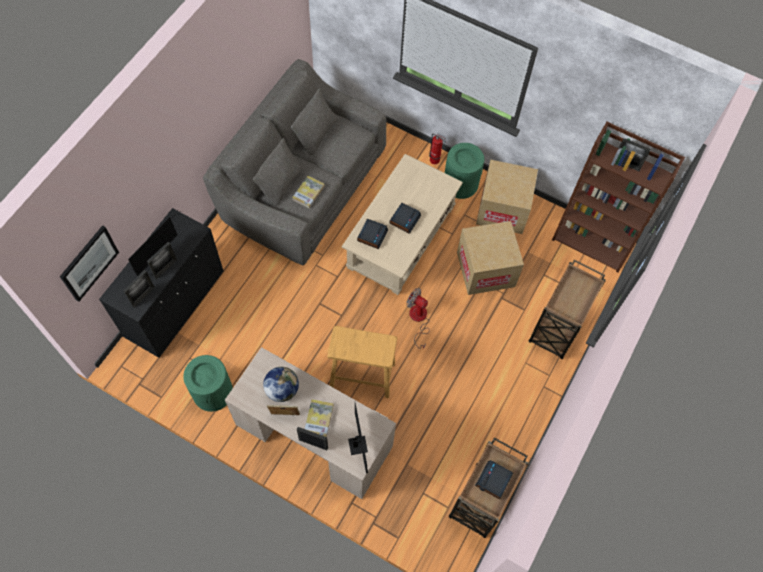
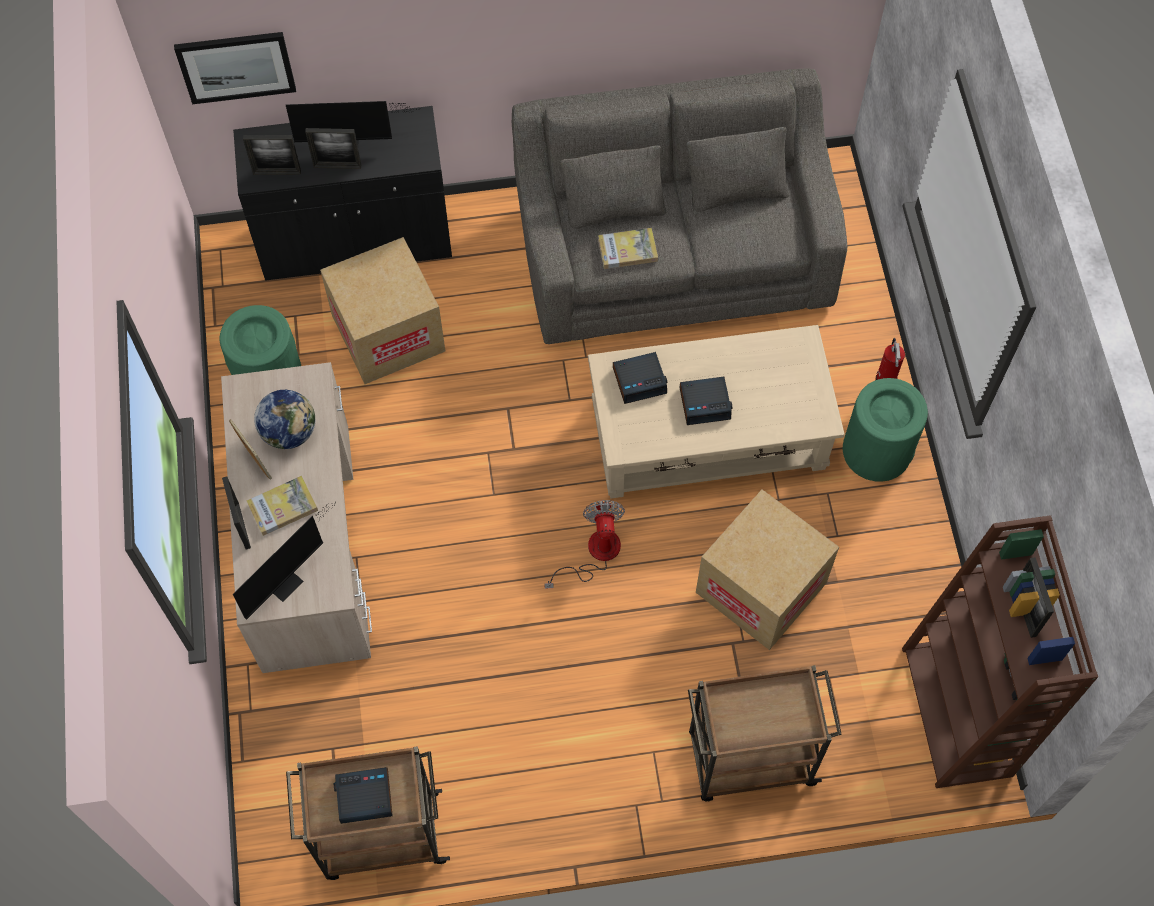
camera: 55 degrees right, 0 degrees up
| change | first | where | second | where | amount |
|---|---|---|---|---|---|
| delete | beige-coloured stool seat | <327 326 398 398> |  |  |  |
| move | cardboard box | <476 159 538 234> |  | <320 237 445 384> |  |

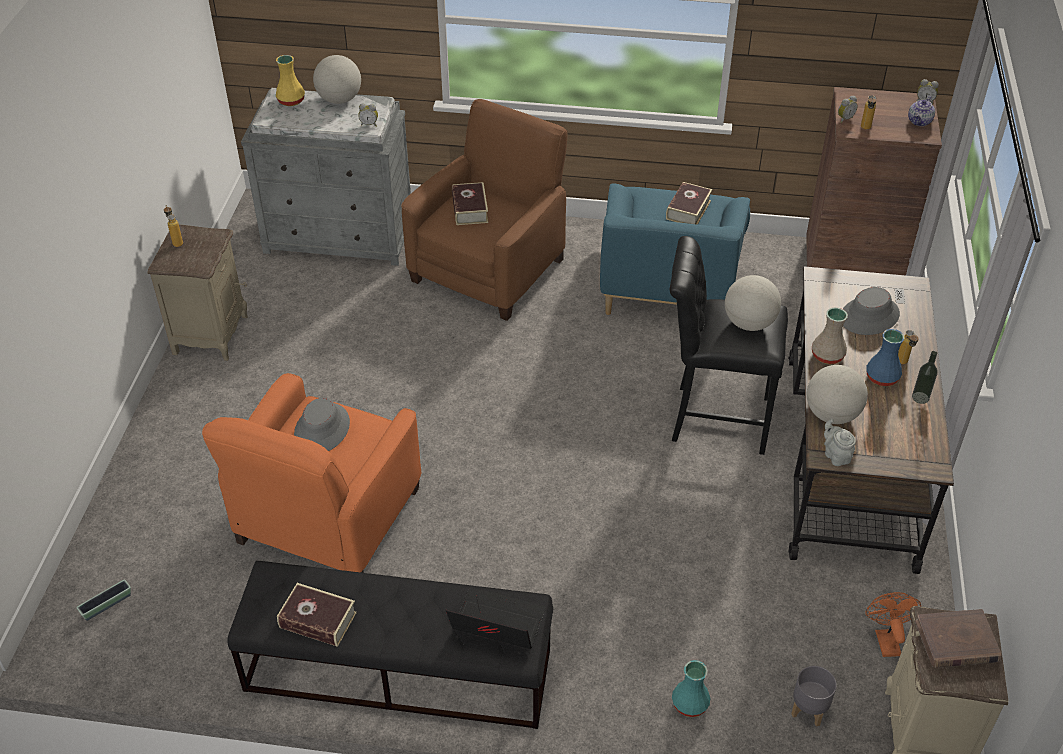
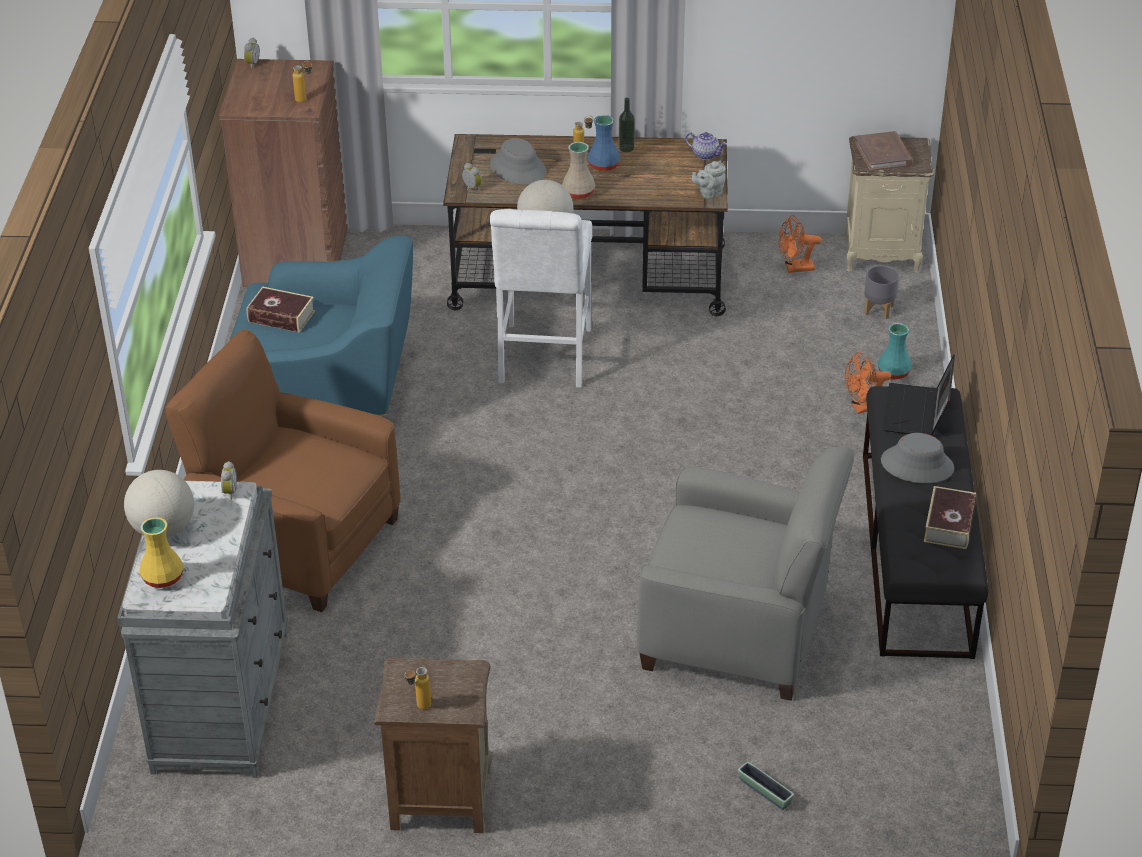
camera: 95 degrees left, 5 degrees down
| change | first | where | second | where | amount |
|---|---|---|---|---|---|
| delete | bound book | <452 182 488 225> |  |  |  |
| delete | globe | <807 365 868 424> |  |  |  |
| insert |  |  | orangey fan | <845 352 891 414> |  |
| move | flower pot | <76 580 131 621> |  | <738 762 794 810> |  |
| move | grey wearable hat | <294 398 350 451> |  | <881 433 954 484> |  |
| move | alarm clock | <838 96 857 123> |  | <462 163 482 191> |  |
| move | tea pot | <908 96 935 126> |  | <685 132 727 160> |  |
| recolor | orangey armchair | <202 373 421 573> | grey armchair | <637 446 854 701> |  |
| recolor | blackish stool seat | <670 236 788 455> | white stool seat | <490 209 592 388> |  |

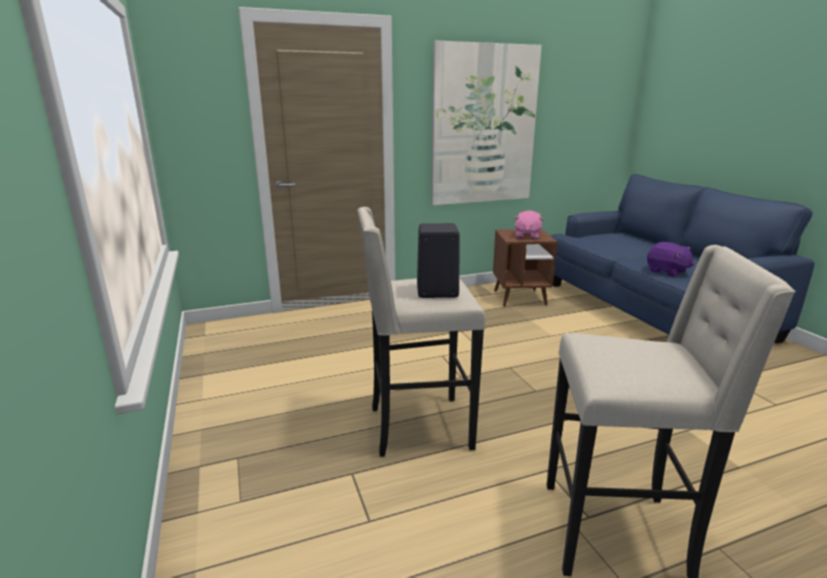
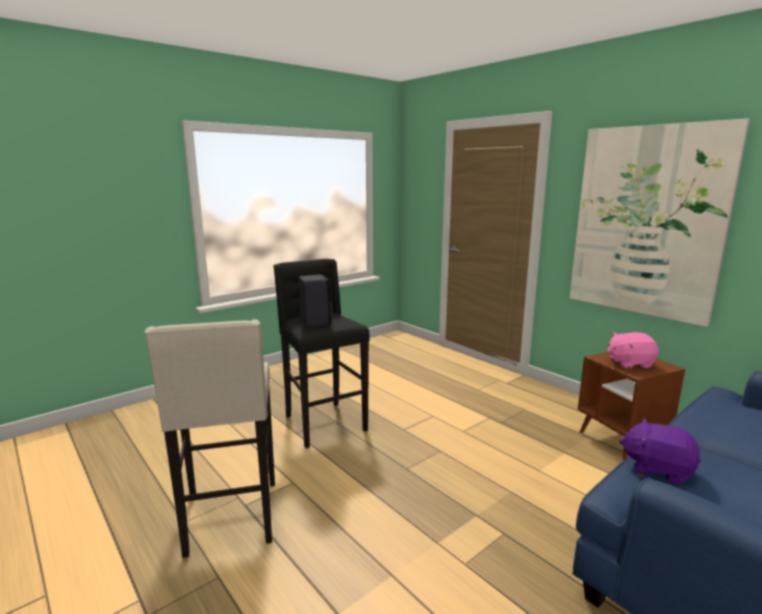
camera: 70 degrees right, 5 degrees down
| change | first | where | second | where | amount |
|---|---|---|---|---|---|
| recolor | beige-coloured stool seat | <357 207 485 457> | blackish stool seat | <274 259 370 448> |  |
| rotate | purple plush toy | <647 242 694 277> |  | <619 418 701 485> | 90 degrees clockwise |

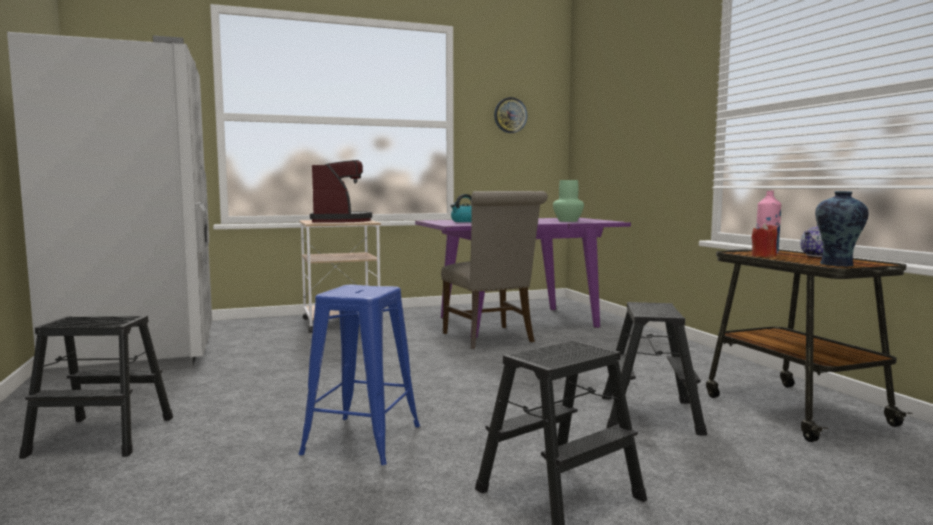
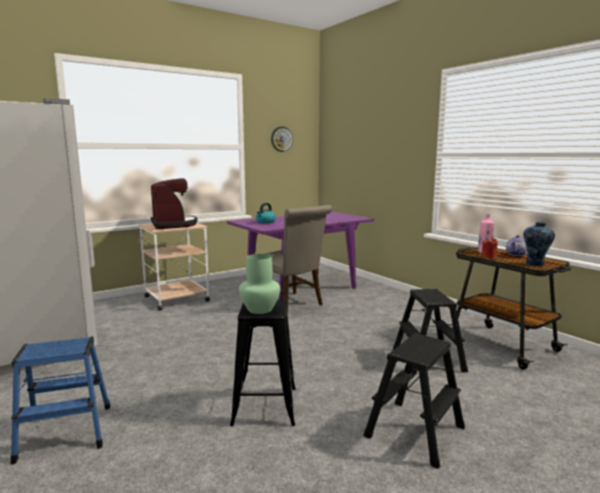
camera: 15 degrees left, 5 degrees up
| change | first | where | second | where | amount |
|---|---|---|---|---|---|
| move | green-coloured decorative vase | <553 180 584 222> |  | <239 254 280 314> |  |
| recolor | blackish stepladder | <19 316 173 459> | blue stepladder | <10 336 111 465> |  |
| recolor | blue stool seat | <299 285 420 465> | blackish stool seat | <230 300 296 426> |  |

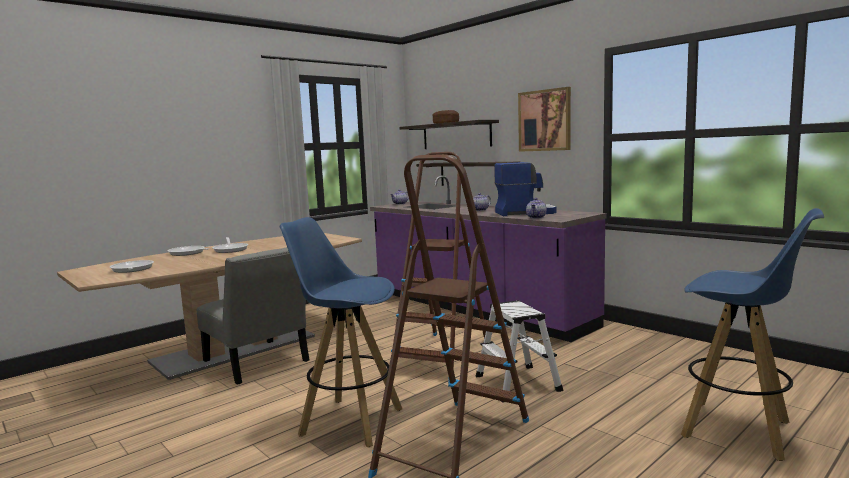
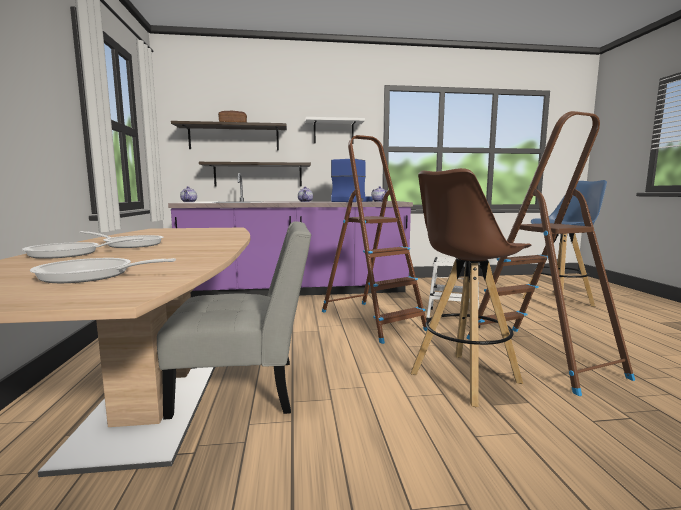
camera: 55 degrees left, 0 degrees up
| change | first | where | second | where | amount |
|---|---|---|---|---|---|
| replace | picture | <518 87 571 152> | white bracket shelf | <305 117 365 144> |  |
| recolor | blue stool seat | <280 217 403 447> | brown stool seat | <411 168 531 407> |  |

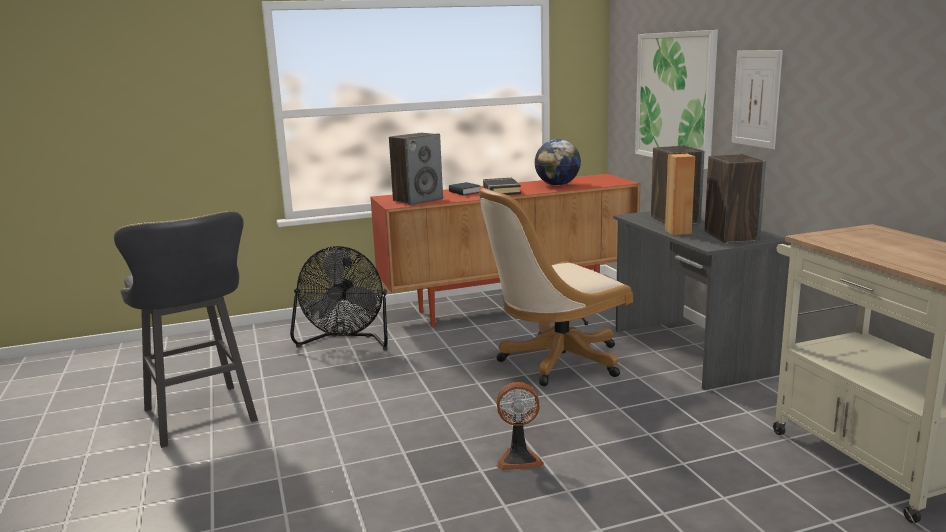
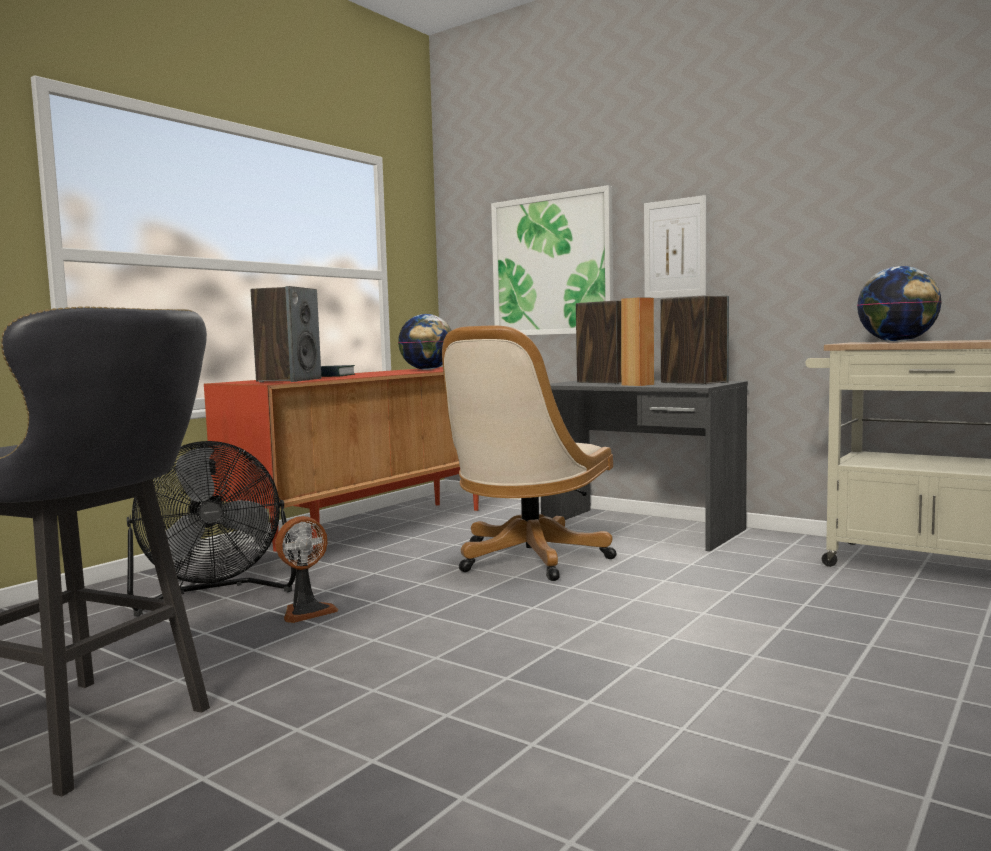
camera: 35 degrees left, 10 degrees down
| change | first | where | second | where | amount |
|---|---|---|---|---|---|
| delete | blackish bound book | <483 178 521 195> |  |  |  |
| insert |  |  | globe | <857 266 942 342> |  |
| move | fan | <496 382 544 470> |  | <276 516 338 623> |  |

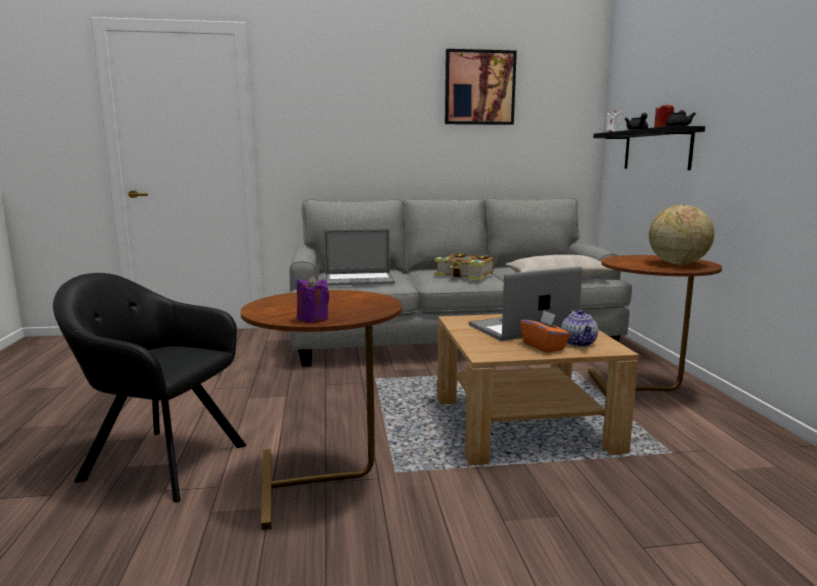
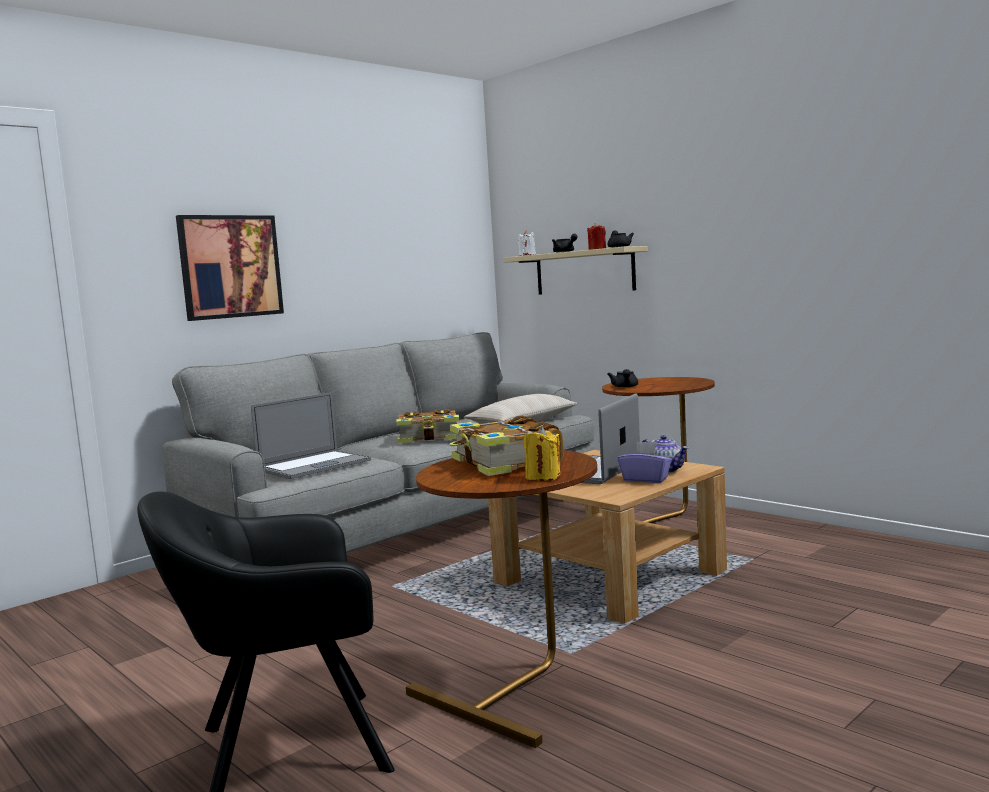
camera: 35 degrees left, 5 degrees down
| change | first | where | second | where | amount |
|---|---|---|---|---|---|
| delete | globe | <649 205 714 265> |  |  |  |
| insert |  |  | bound book | <449 416 564 476> |  |
| insert |  |  | blackish tea pot | <607 369 638 388> |  |
| move | picture | <445 49 517 125> |  | <176 215 284 321> |  |
| recolor | purple candle | <297 275 330 323> | yellow candle | <523 426 560 481> |  |
| recolor | orangey tissue box | <520 311 570 353> | purple tissue box | <618 442 672 483> |  |
| recolor | blackish bracket shelf | <593 126 705 170> | beige-coloured bracket shelf | <503 246 648 295> |  |

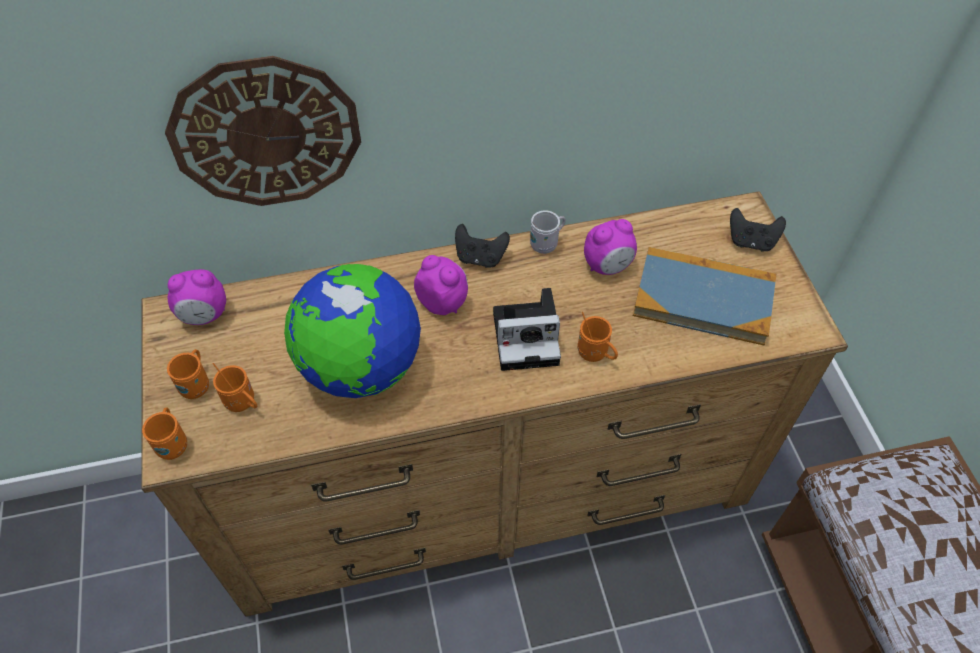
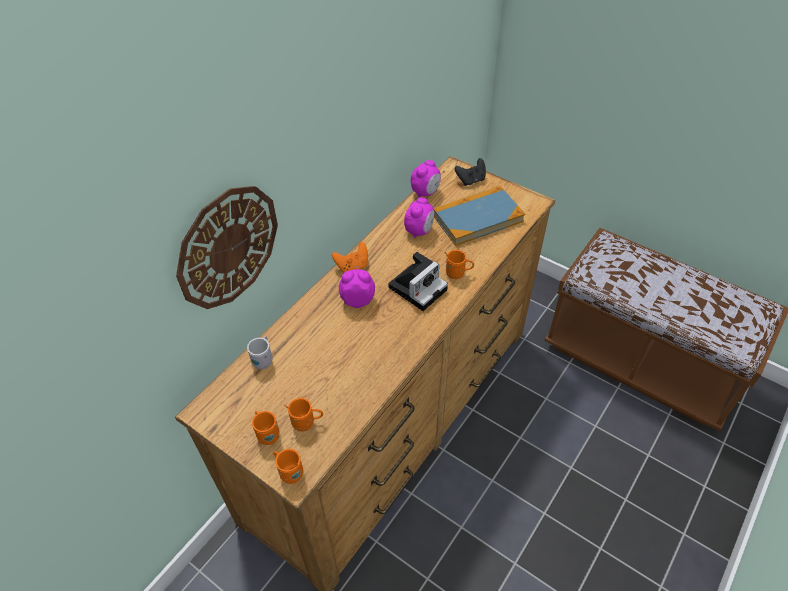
camera: 40 degrees left, 5 degrees down
| change | first | where | second | where | amount |
|---|---|---|---|---|---|
| delete | globe | <284 264 421 398> |  |  |  |
| move | alarm clock | <168 269 226 325> |  | <411 160 441 198> |  |
| move | white mug | <530 210 566 254> |  | <247 336 272 369> |  |
| recolor | blackish game controller | <455 224 510 268> | orangey game controller | <332 242 368 272> |  |

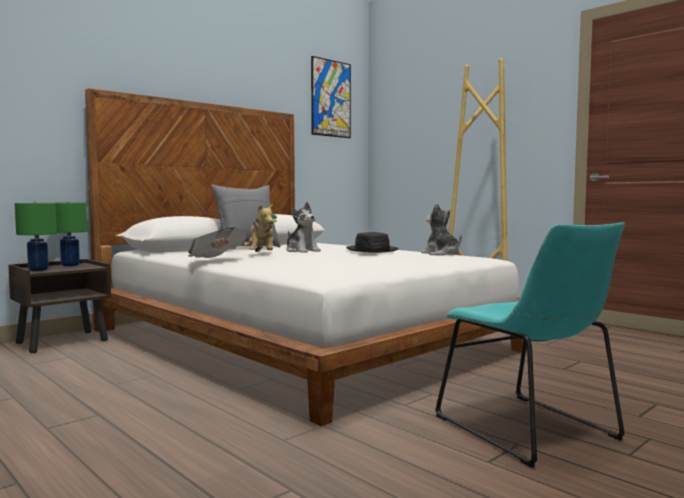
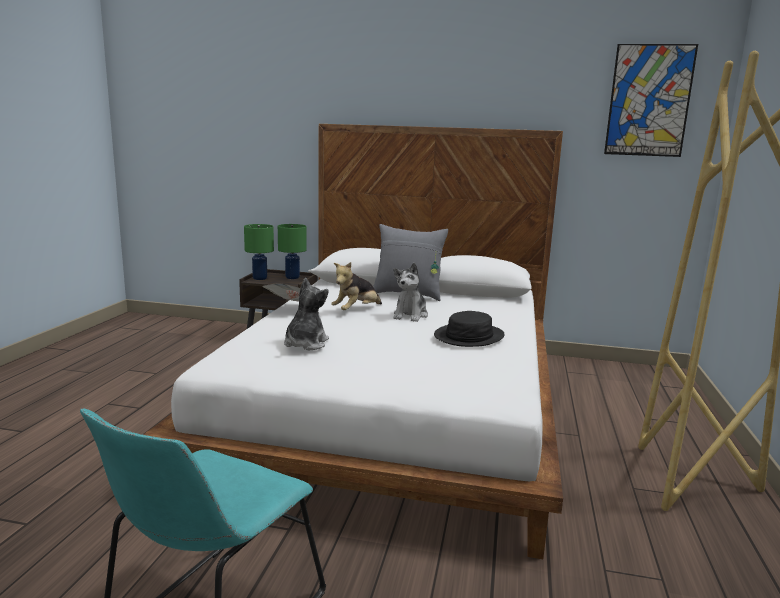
camera: 55 degrees right, 10 degrees up
| change | first | where | second | where | amount |
|---|---|---|---|---|---|
| move | plush toy | <421 203 462 256> |  | <284 278 329 350> |  |

